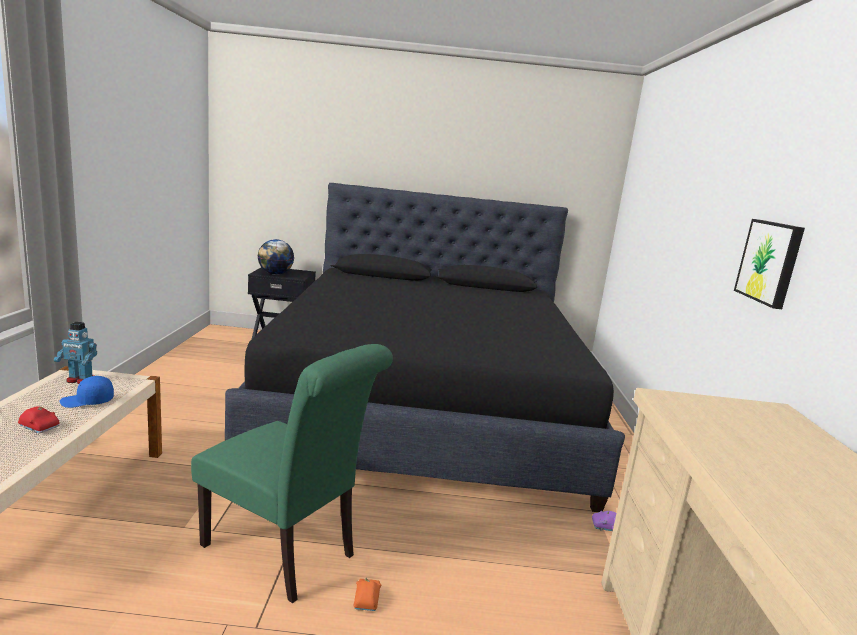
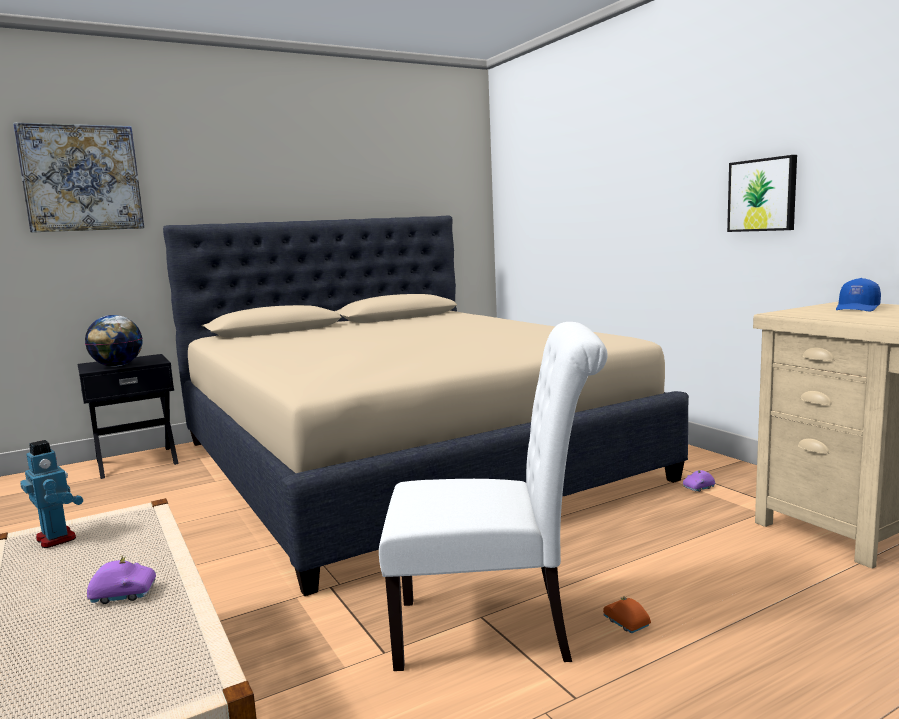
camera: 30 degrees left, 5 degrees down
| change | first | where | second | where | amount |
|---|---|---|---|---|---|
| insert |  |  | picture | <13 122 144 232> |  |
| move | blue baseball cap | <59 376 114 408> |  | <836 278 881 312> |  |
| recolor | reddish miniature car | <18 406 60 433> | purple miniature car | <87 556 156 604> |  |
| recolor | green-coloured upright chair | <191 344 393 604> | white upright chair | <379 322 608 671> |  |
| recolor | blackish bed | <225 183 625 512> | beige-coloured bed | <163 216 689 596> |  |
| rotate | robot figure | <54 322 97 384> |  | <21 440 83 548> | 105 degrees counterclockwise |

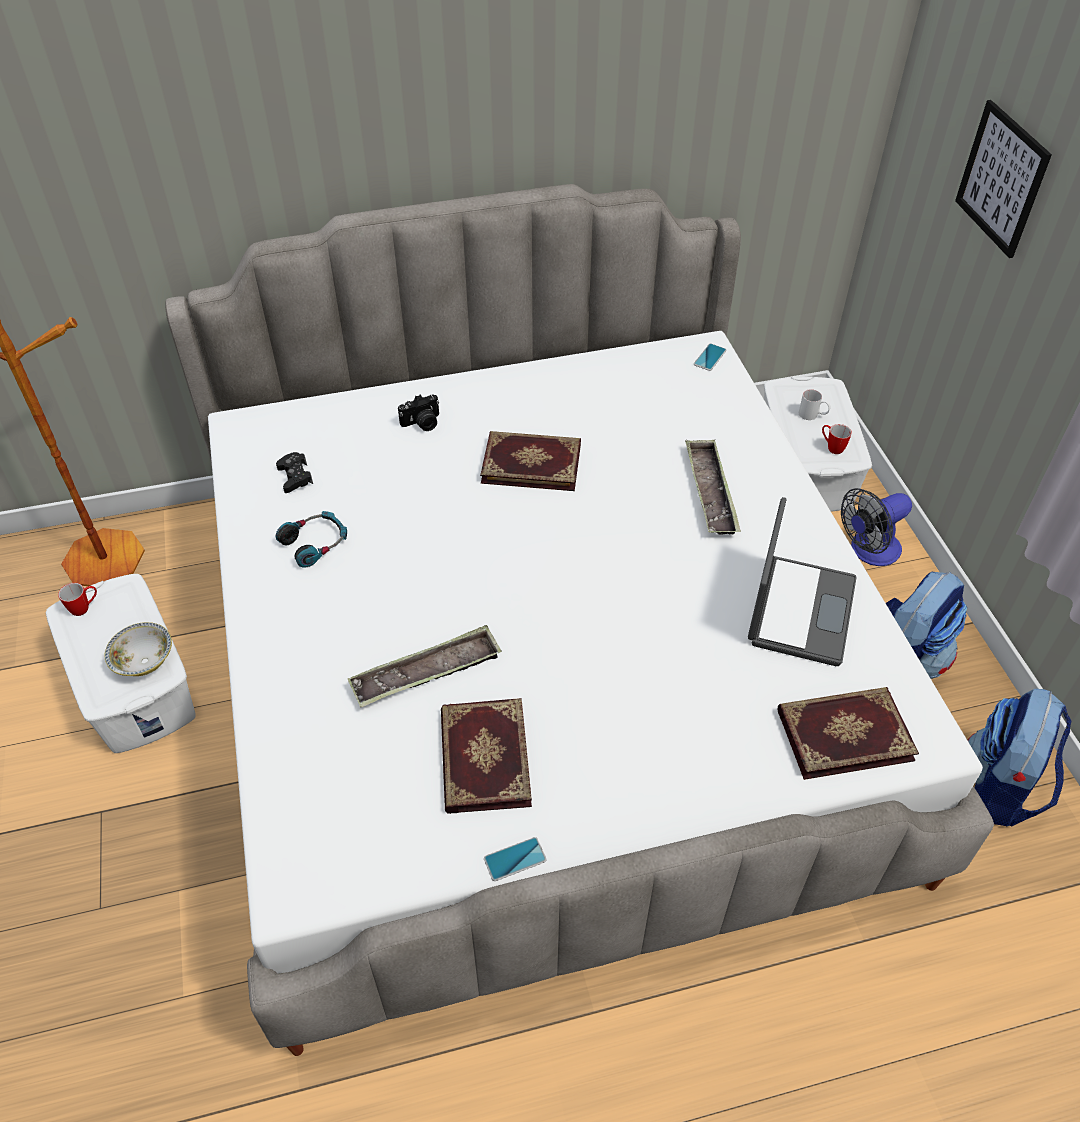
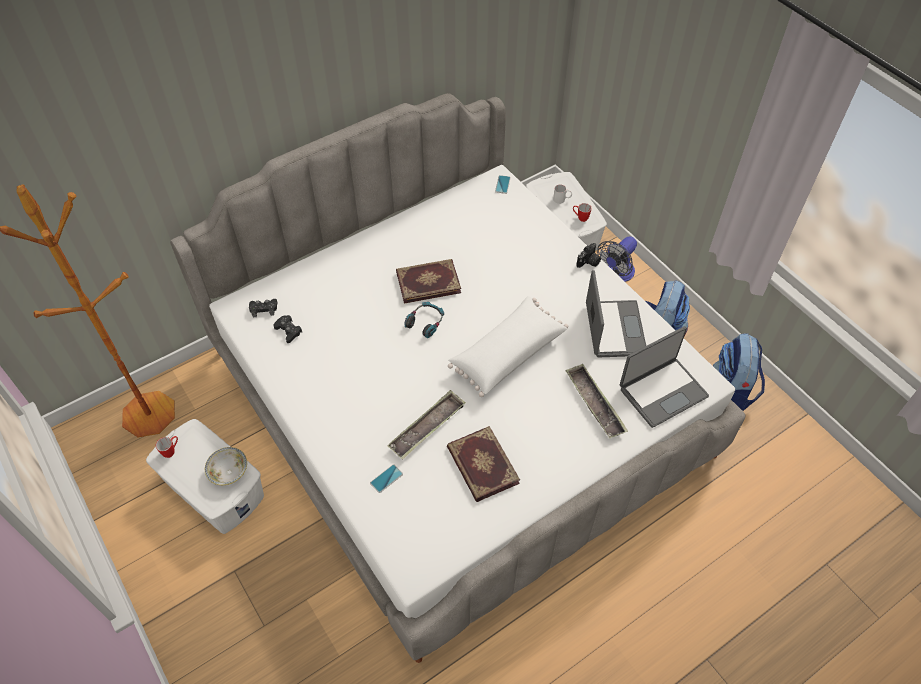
camera: 20 degrees left, 5 degrees up
| change | first | where | second | where | amount |
|---|---|---|---|---|---|
| delete | picture | <955 100 1052 258> |  |  |  |
| insert |  |  | blackish game controller | <249 299 278 317> |  |
| insert |  |  | white throw pillow | <448 296 568 397> |  |
| move | headphones | <276 511 347 568> |  | <404 302 444 338> |  |
| move | still camera | <398 394 439 431> |  | <576 243 601 268> |  |
| move | phone | <484 837 546 881> |  | <370 464 403 493> |  |
| move | carrying tray | <685 439 741 535> |  | <565 364 628 438> |  |
| replace | bound book | <778 687 919 780> | laptop | <620 326 709 428> |  |

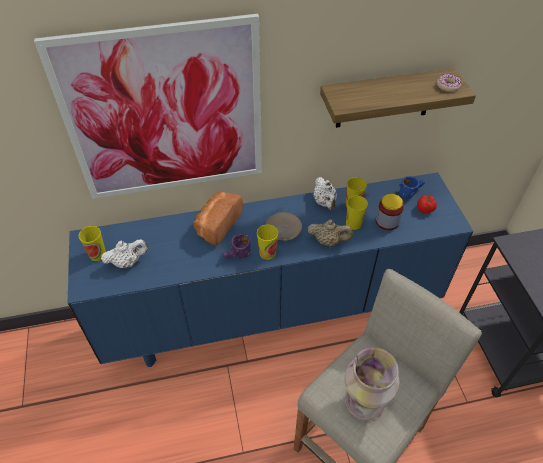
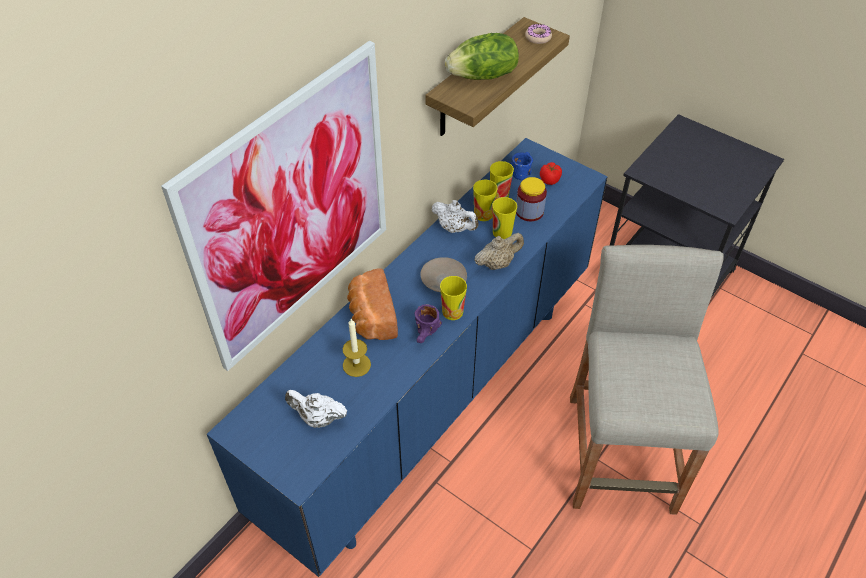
camera: 40 degrees left, 0 degrees up
| change | first | where | second | where | amount |
|---|---|---|---|---|---|
| delete | decorative vase | <344 347 399 421> |  |  |  |
| insert |  |  | candle | <343 319 371 377> |  |
| insert |  |  | lettuce head | <445 33 519 80> |  |
| move | small cup | <79 226 106 261> |  | <490 161 514 199> |  |
| rotate | white tea pot | <101 239 148 268> |  | <285 390 347 428> | 105 degrees counterclockwise |

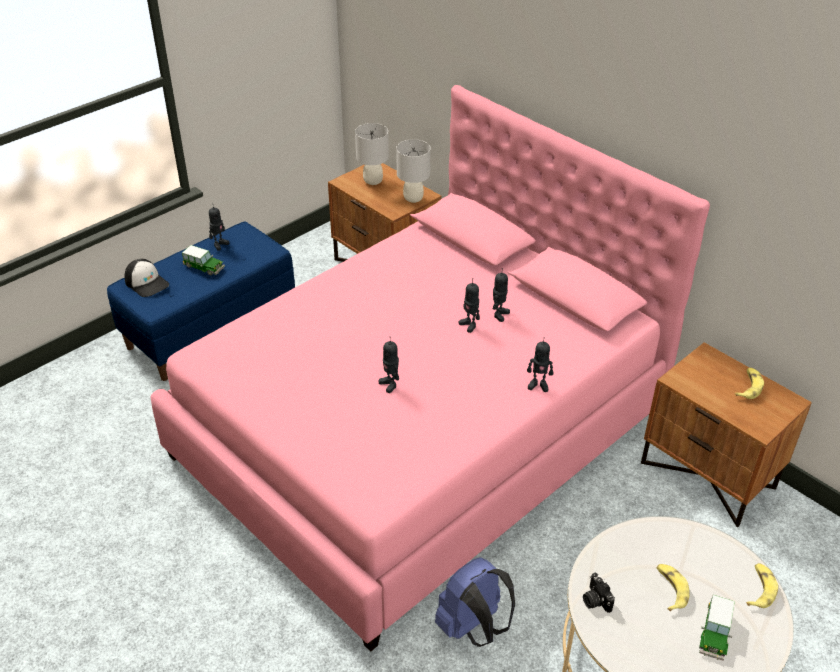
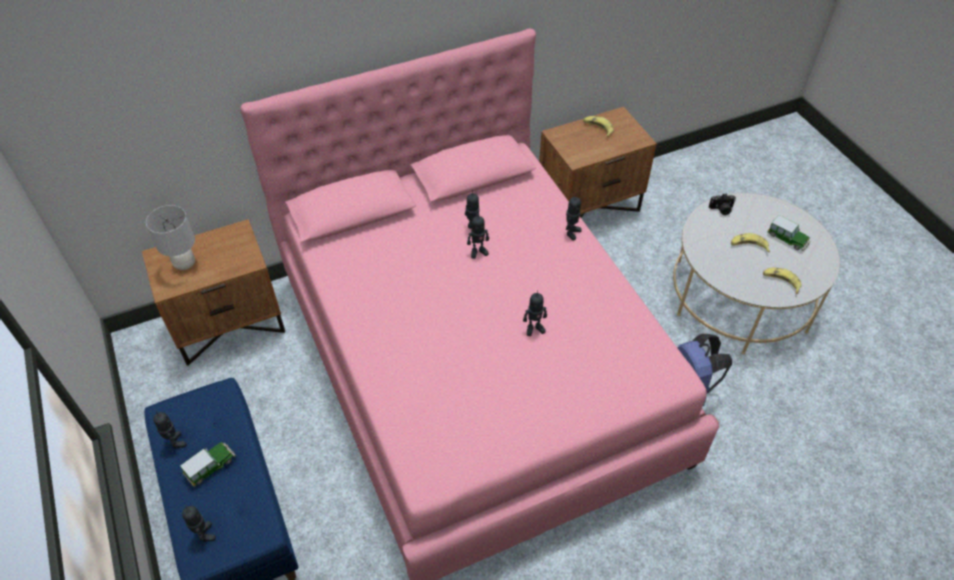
camera: 70 degrees left, 10 degrees up
| change | first | where | second | where | amount |
|---|---|---|---|---|---|
| delete | grey lamp for a table | <396 139 431 203> |  |  |  |
| move | still camera | <583 573 615 613> |  | <709 193 736 215> |  |
| move | banana | <746 563 778 608> |  | <763 268 801 294> |  |
| replace | baseball cap | <125 259 169 297> | robot figure | <182 506 216 542> |  |

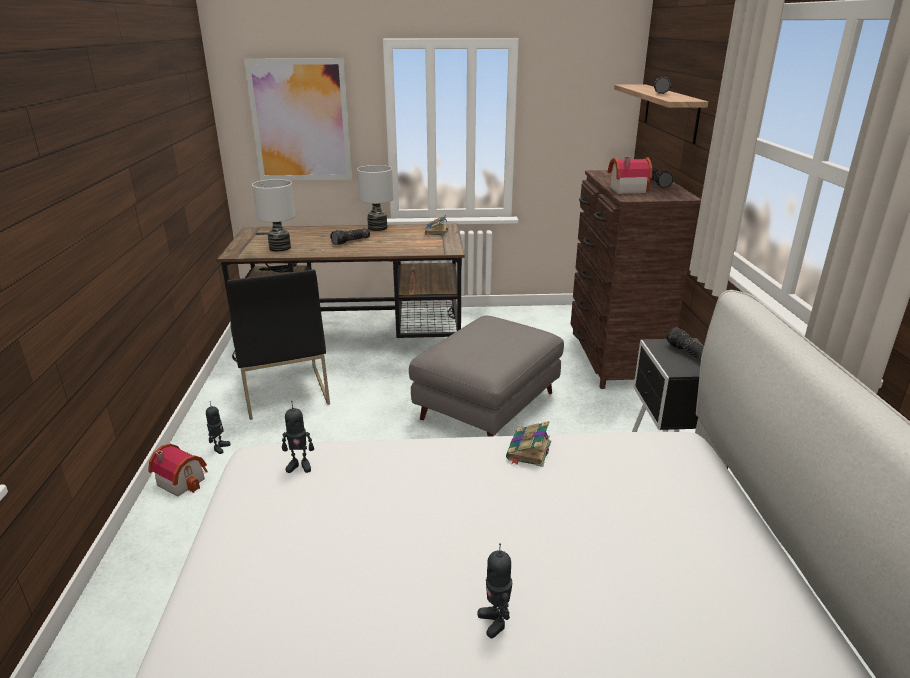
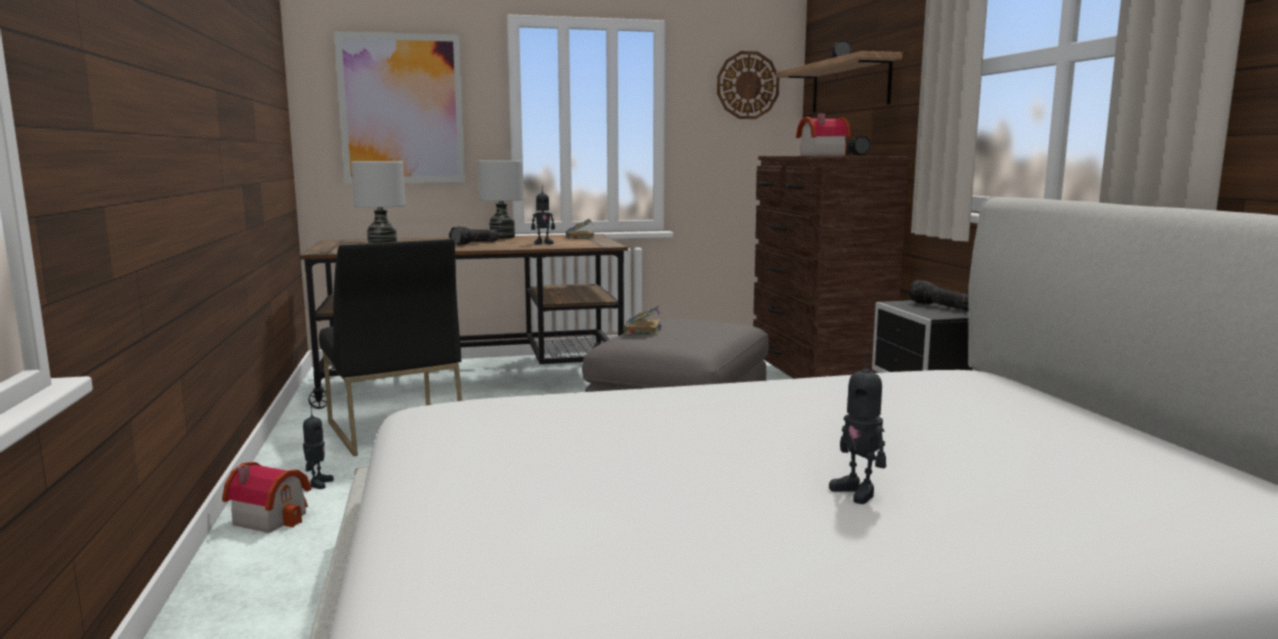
camera: 10 degrees left, 15 degrees down
| change | first | where | second | where | amount |
|---|---|---|---|---|---|
| insert |  |  | clock on the wall | <717 51 779 119> |  |
| move | robot figure | <282 401 314 473> |  | <531 189 555 244> |  |
| move | bound book | <506 421 551 467> |  | <623 305 662 335> |  |

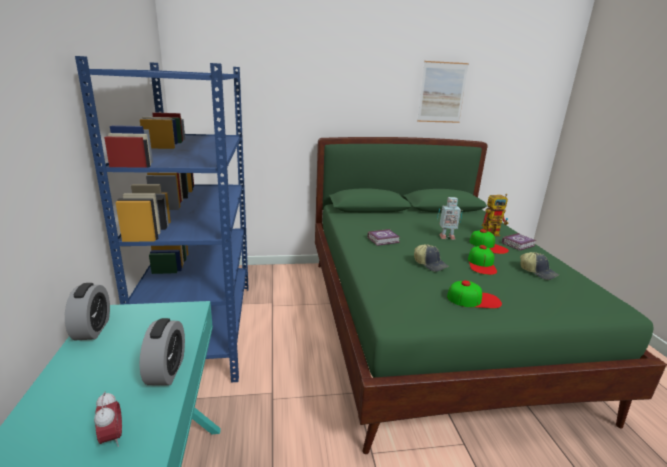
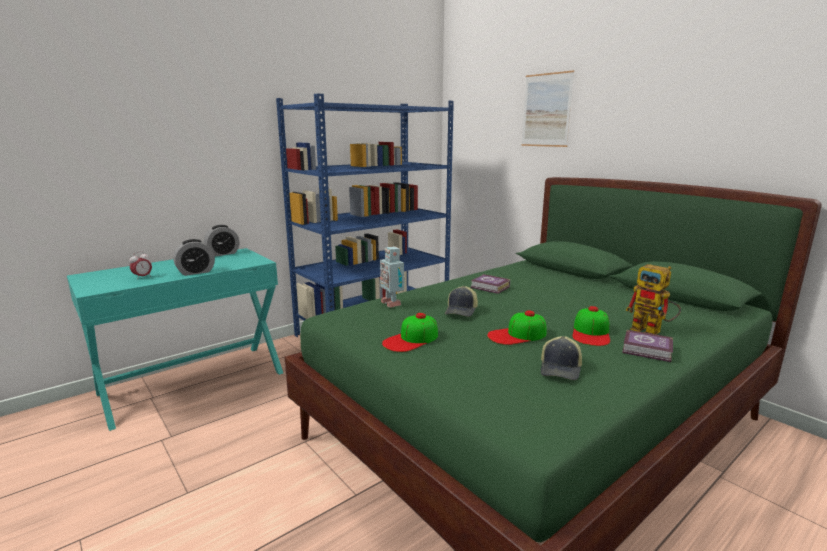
camera: 60 degrees right, 5 degrees down
| change | first | where | second | where | amount |
|---|---|---|---|---|---|
| move | picture | <417 61 469 123> |  | <521 70 574 147> |  |
| move | robot figure | <437 197 463 240> |  | <380 246 404 308> |  |
| rotate | baseball cap | <447 280 502 309> |  | <382 313 438 352> | 75 degrees clockwise |

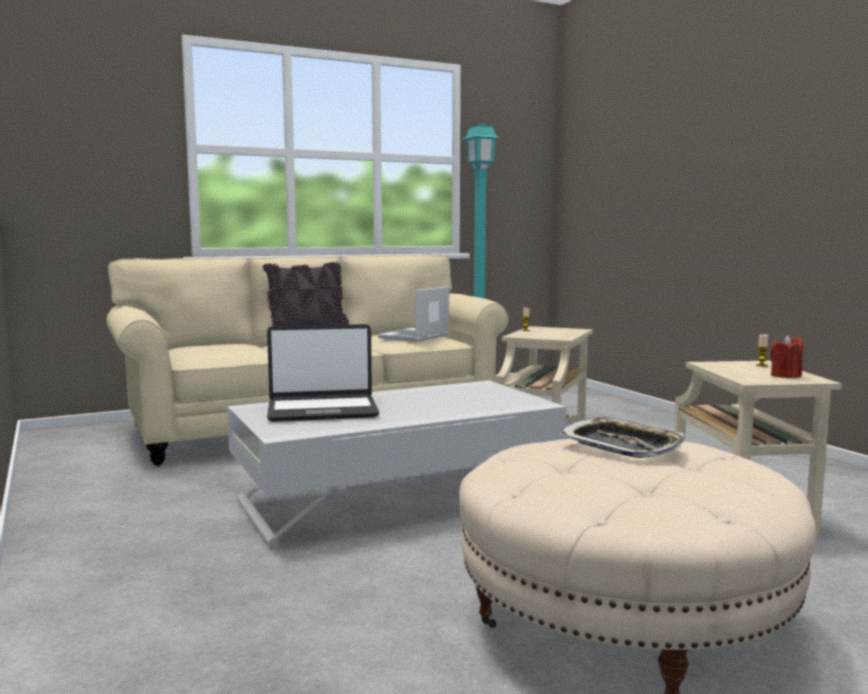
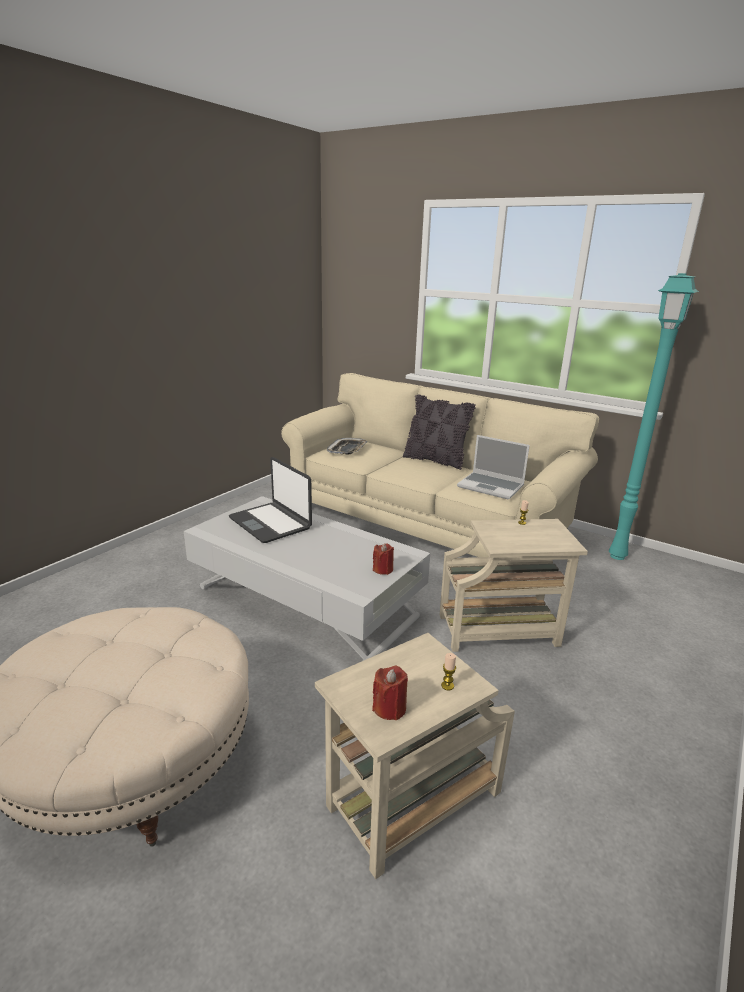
camera: 60 degrees right, 15 degrees up
| change | first | where | second | where | amount |
|---|---|---|---|---|---|
| insert |  |  | reddish candle | <373 543 394 575> |  |
| move | carrying tray | <559 417 685 458> |  | <327 438 367 455> |  |
| rotate | laptop | <378 286 449 342> |  | <457 435 530 499> | 150 degrees counterclockwise |

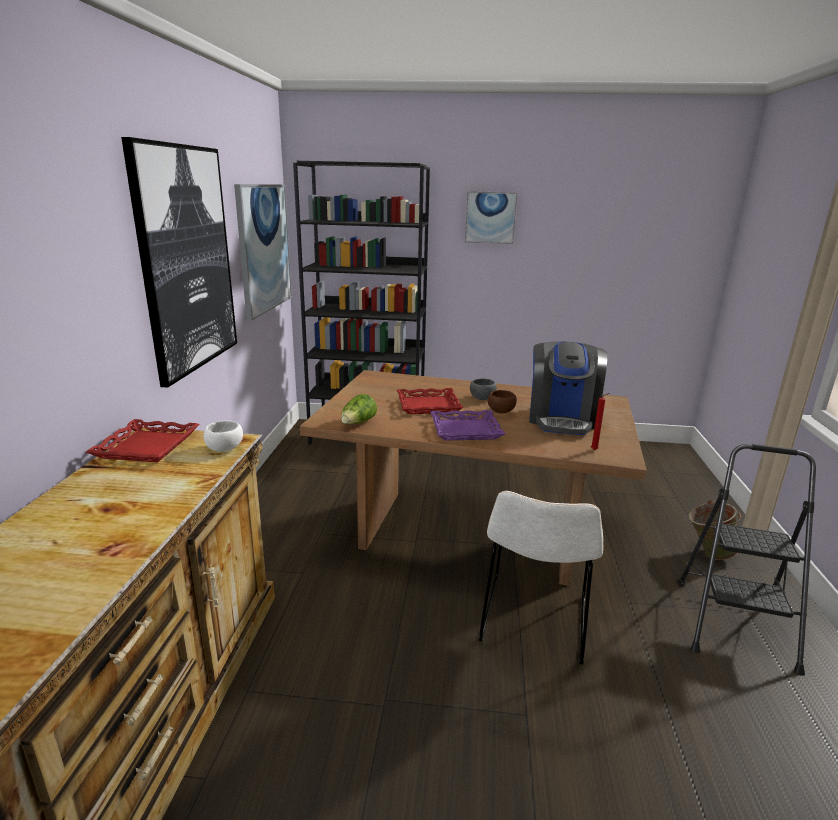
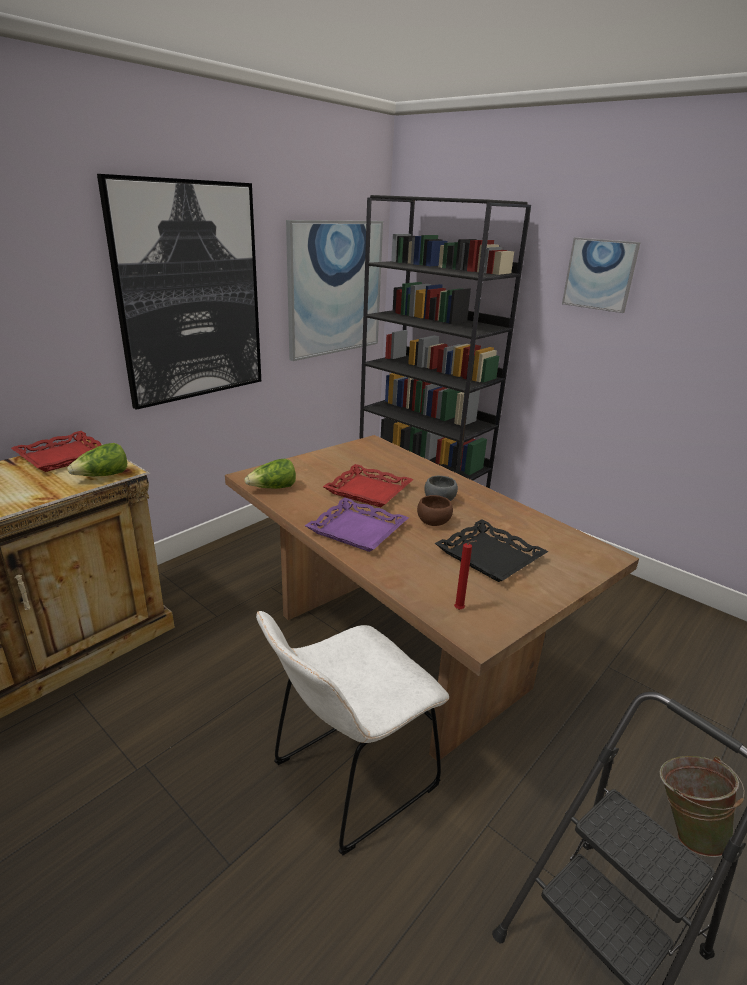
camera: 35 degrees right, 5 degrees up
| change | first | where | second | where | amount |
|---|---|---|---|---|---|
| replace | white serving bowl | <204 421 243 452> | lettuce head | <67 443 127 476> |  |
| replace | coffee machine | <529 341 607 435> | blackish carrying tray | <435 519 548 582> |  |

